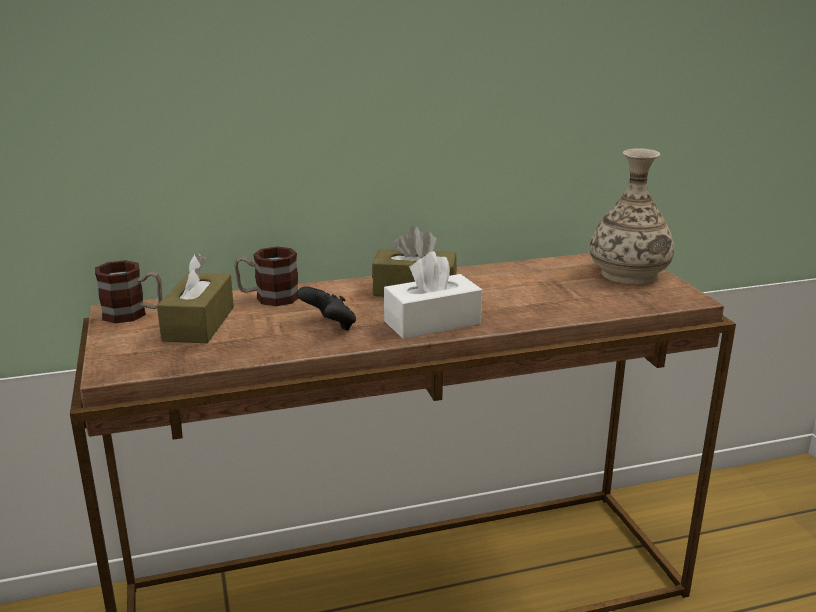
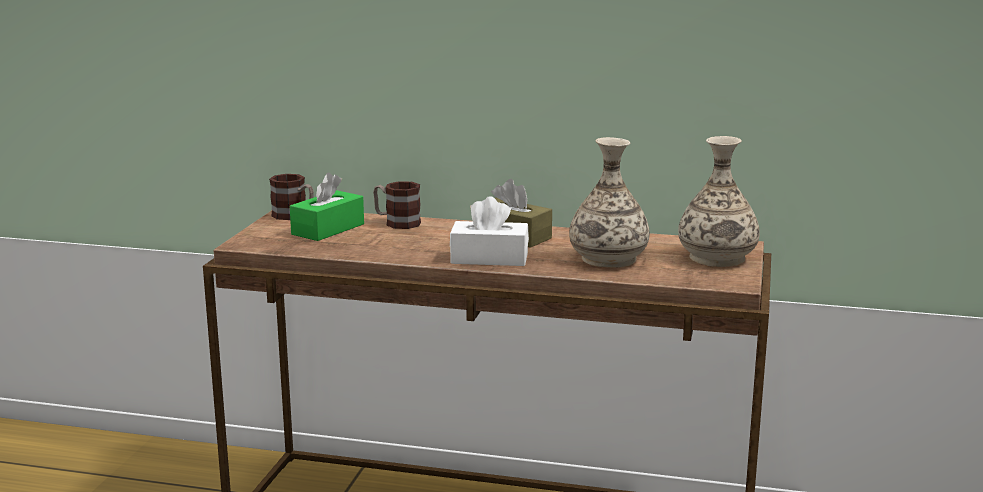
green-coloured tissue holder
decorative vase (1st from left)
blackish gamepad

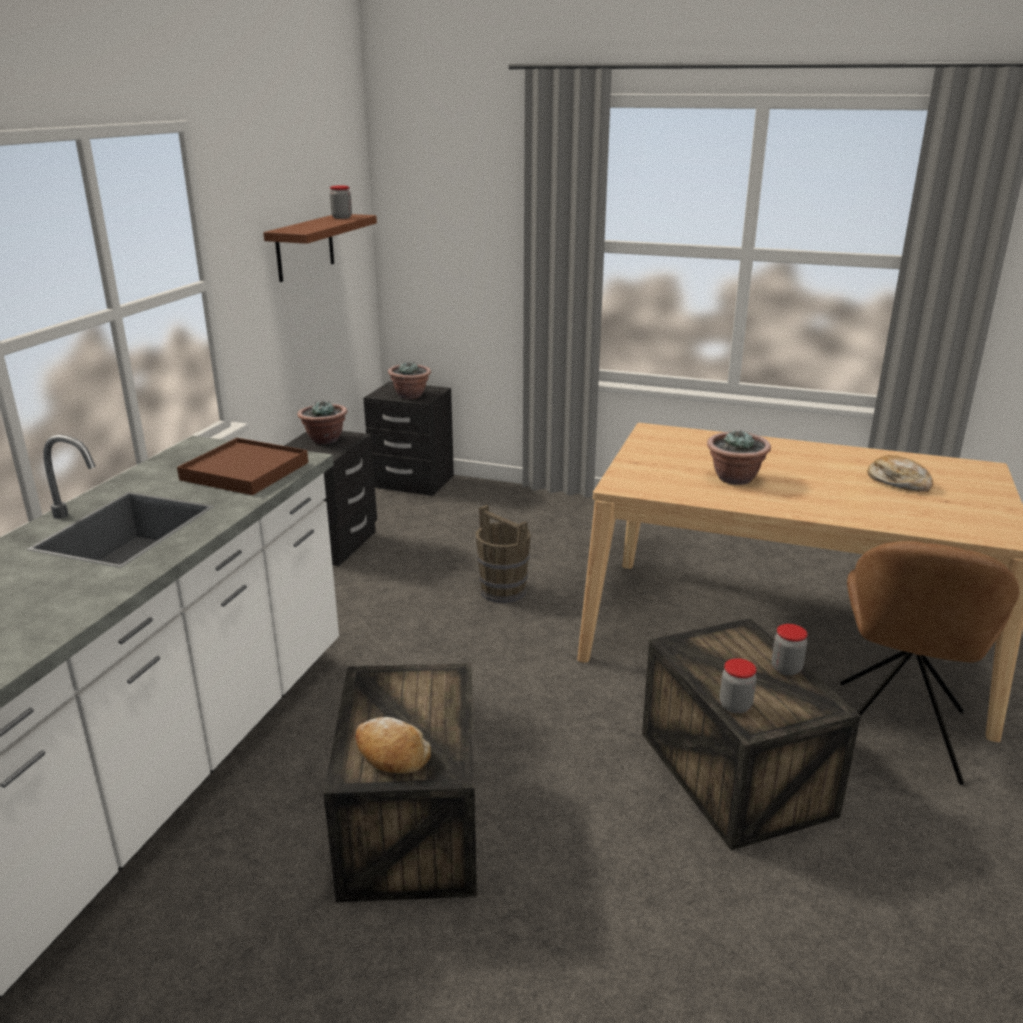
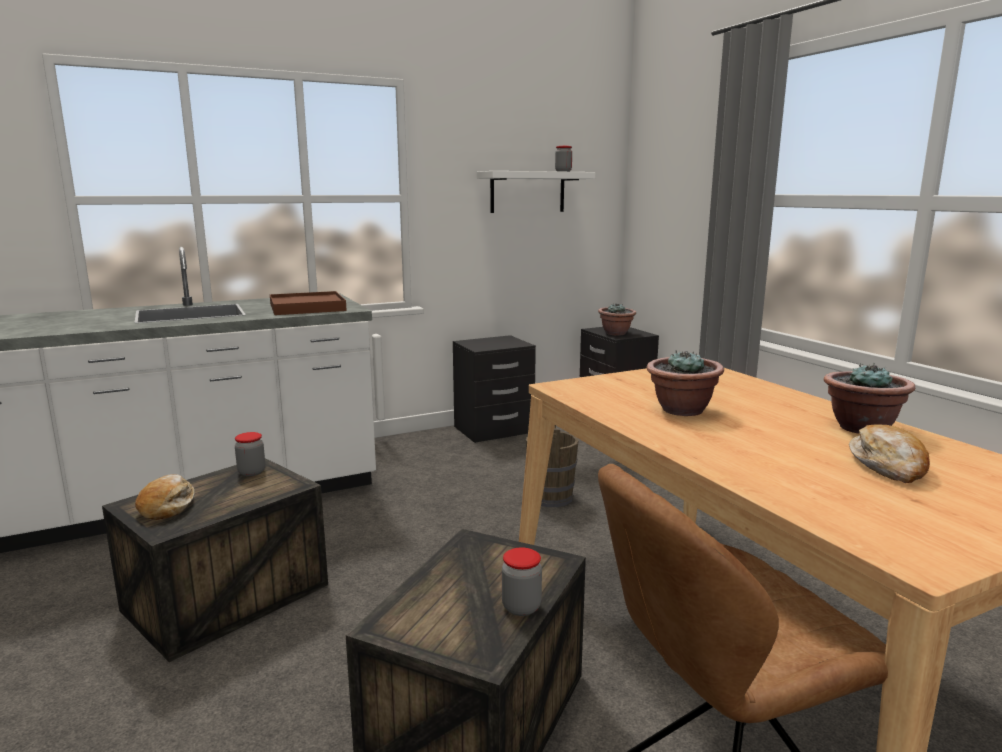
jar (1st from left)
white-coloured wall shelf
plant in a pot (3rd from left)

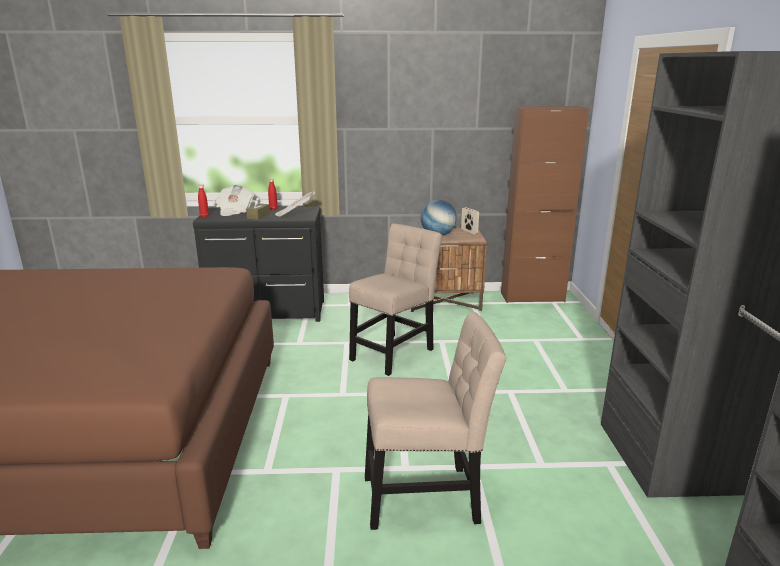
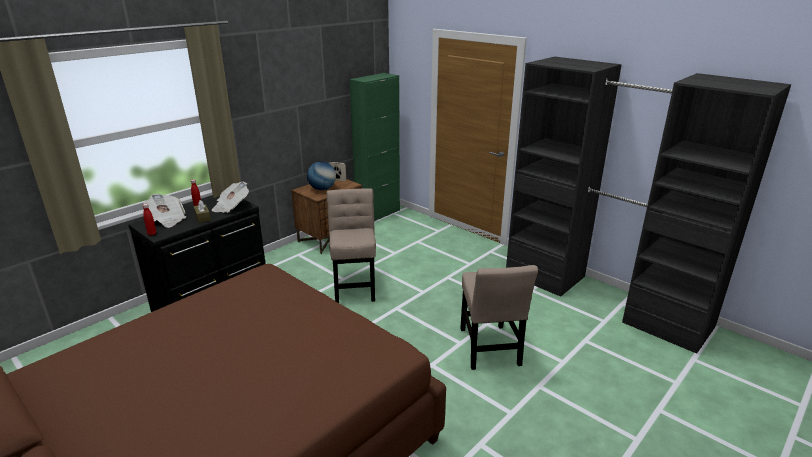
green-coloured storage cabinet
beige plain chair (2nd from left)

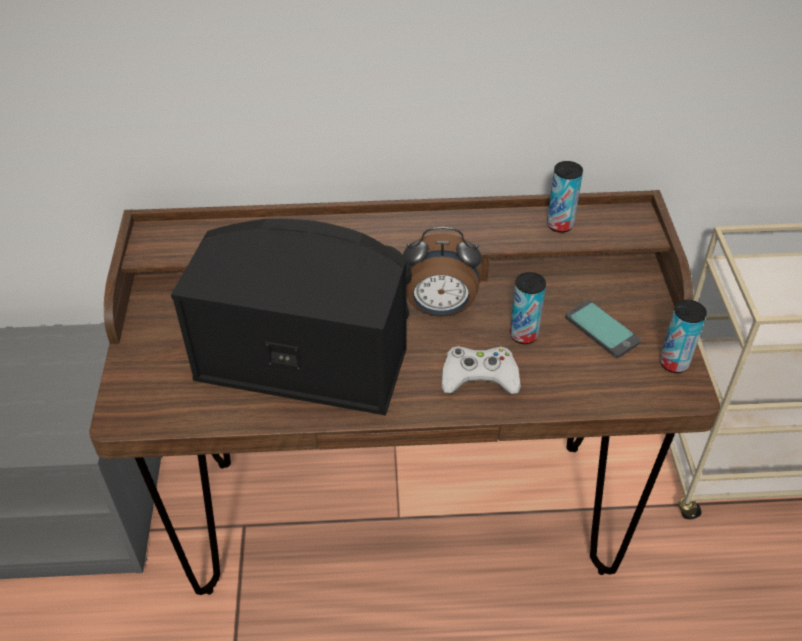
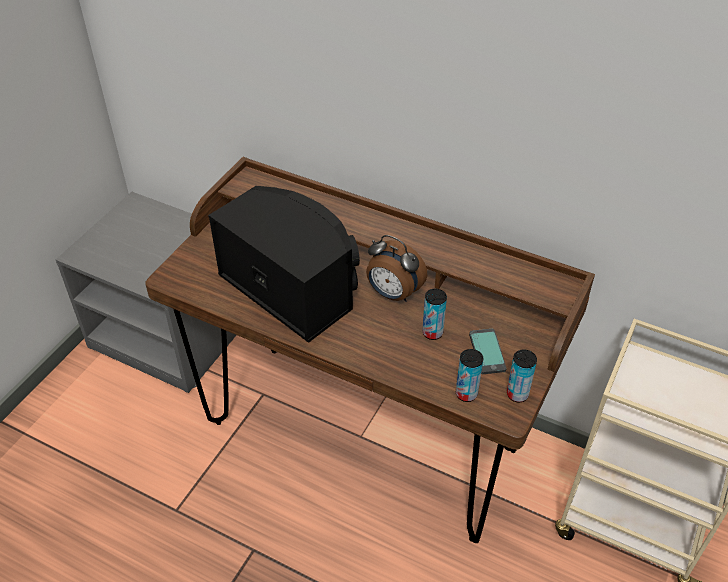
can (2nd from left)
white-coloured gamepad

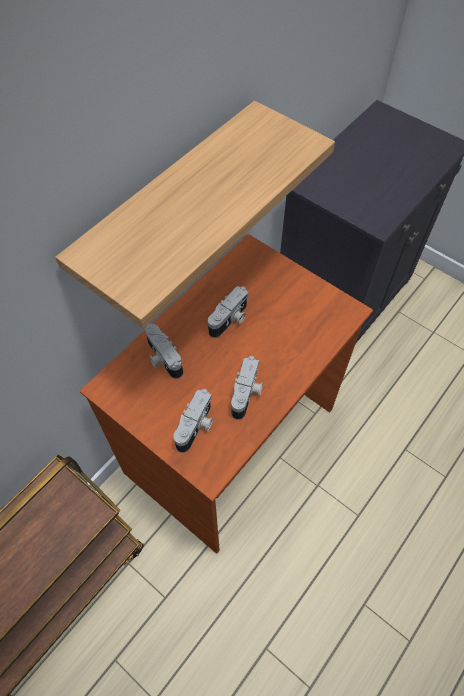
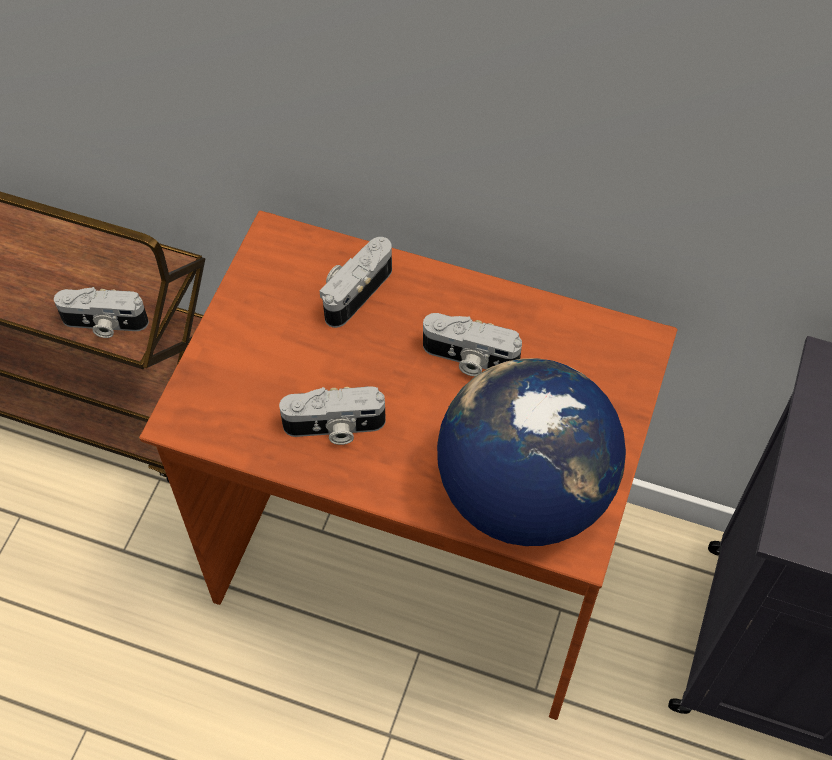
photo camera (1st from left)
globe
wall shelf

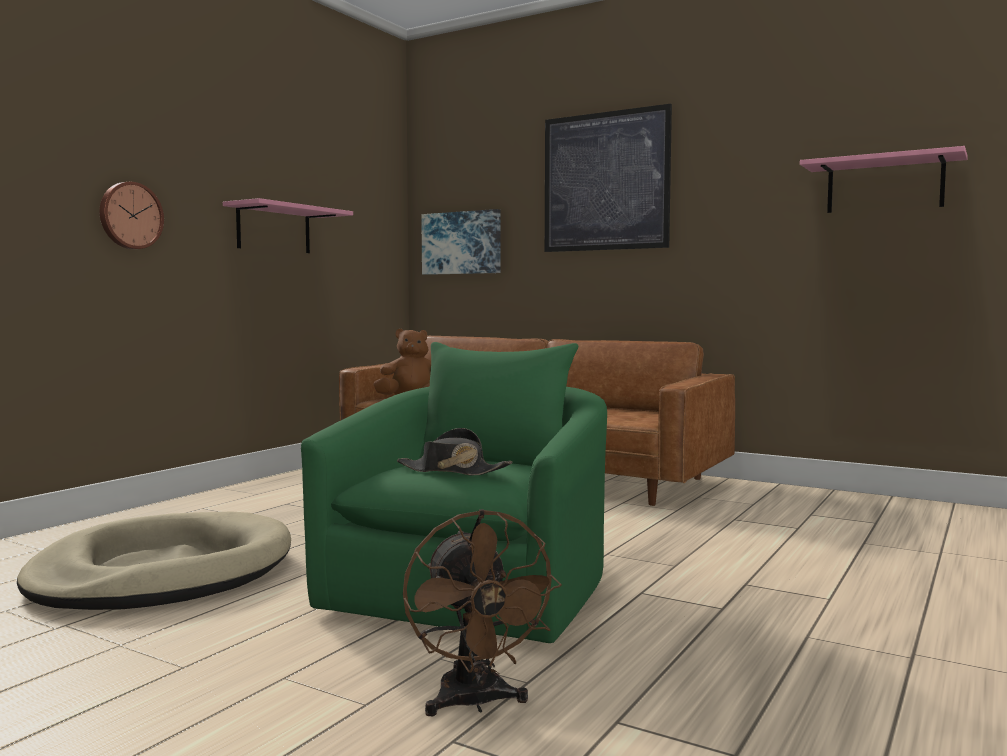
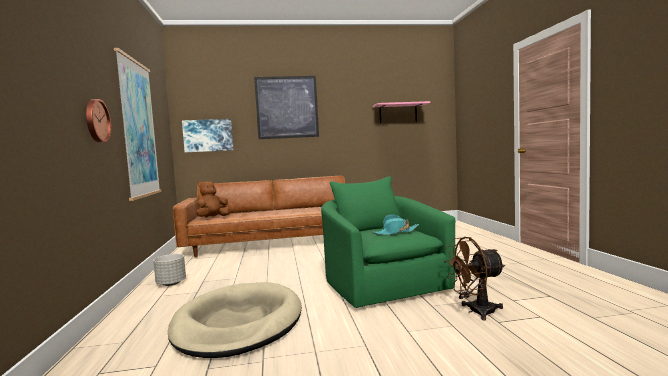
wall art (1st from left)
grey flower pot
blue-green hat
brown-coloured electric fan

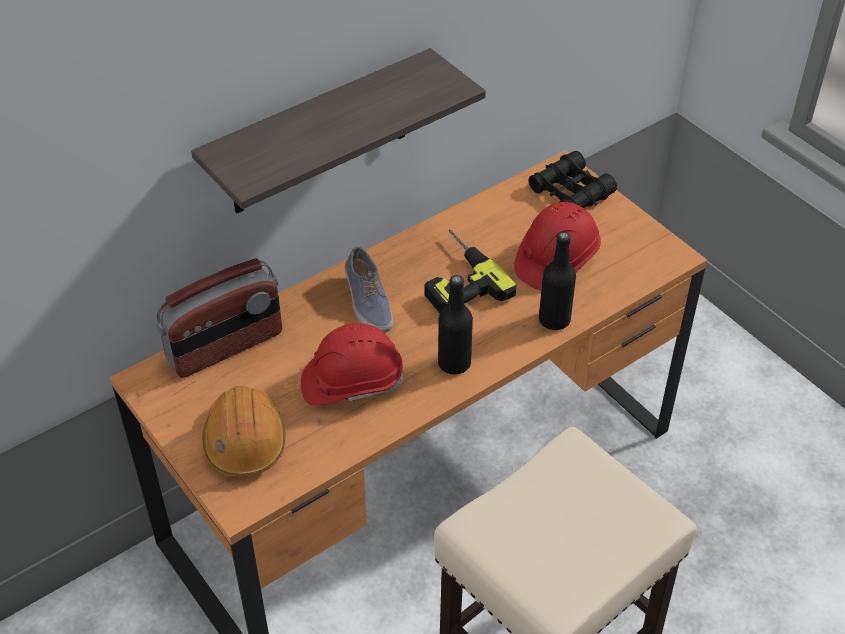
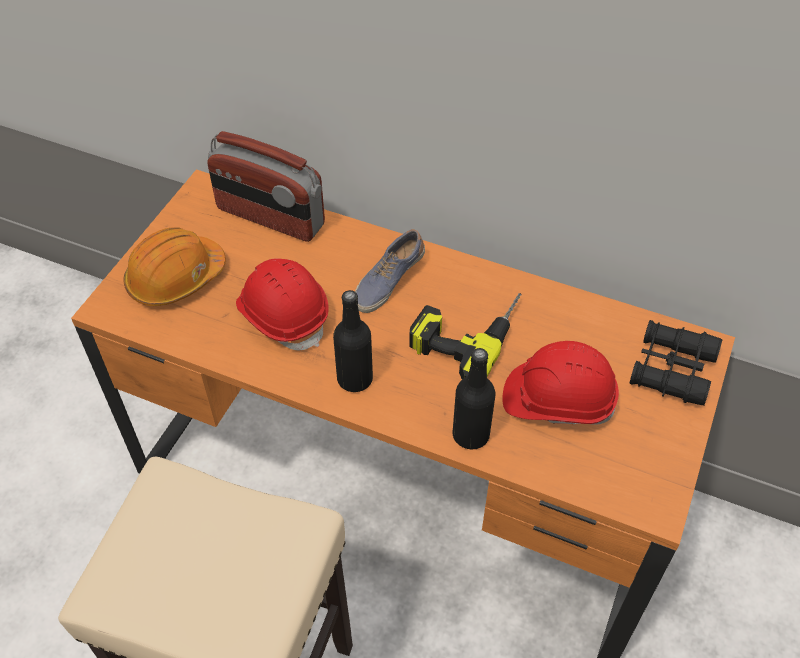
wall shelf

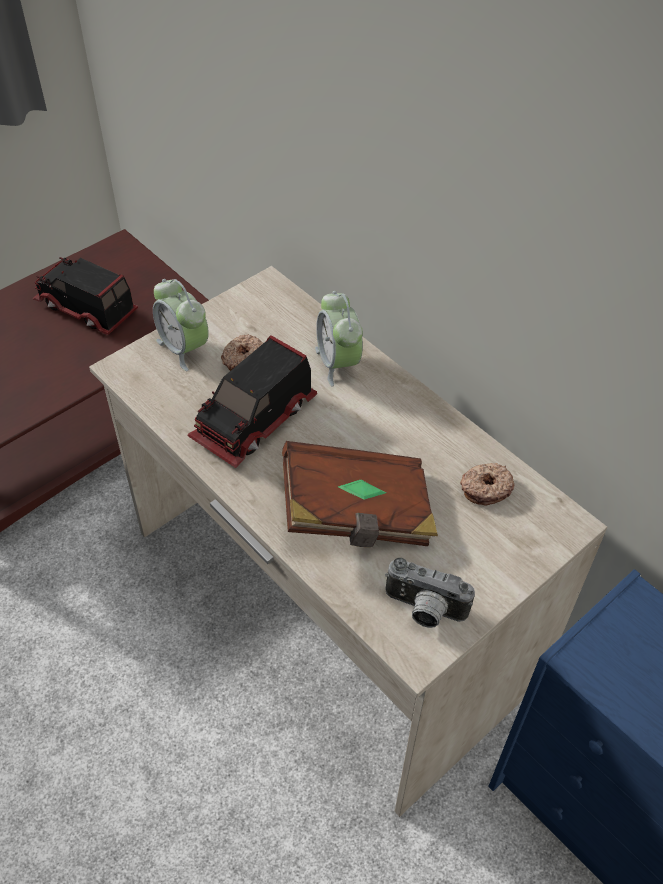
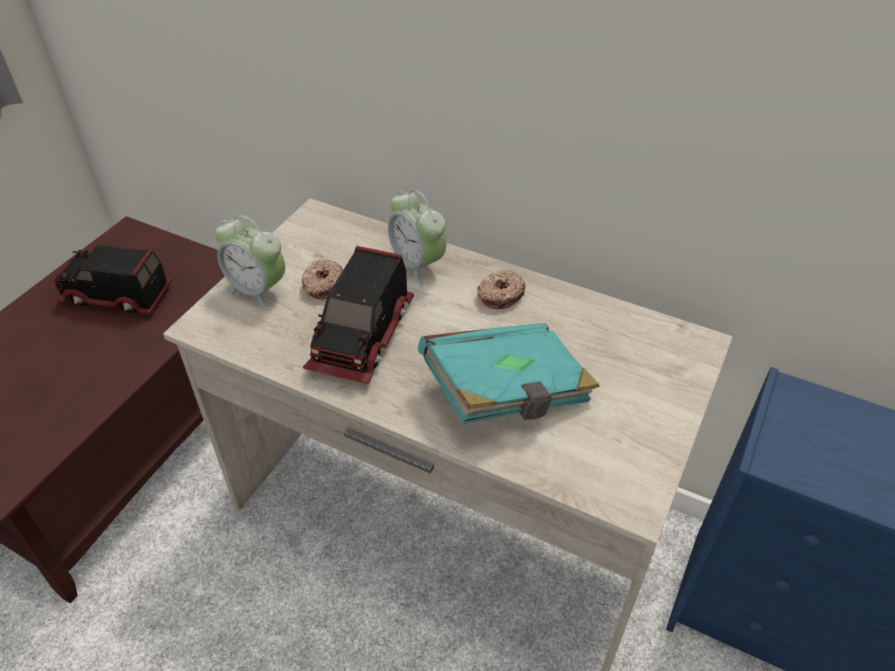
blue-green volume
ring doughnut (2nd from left)
photo camera

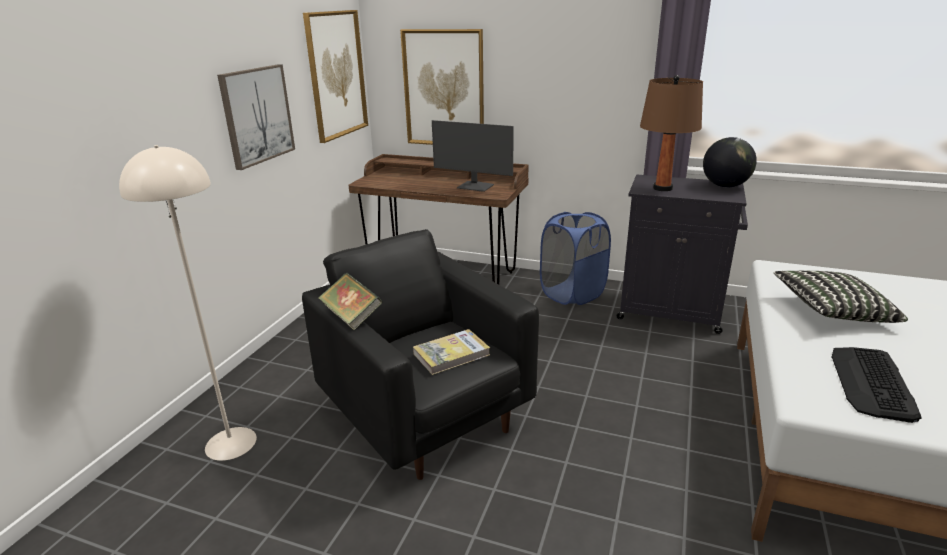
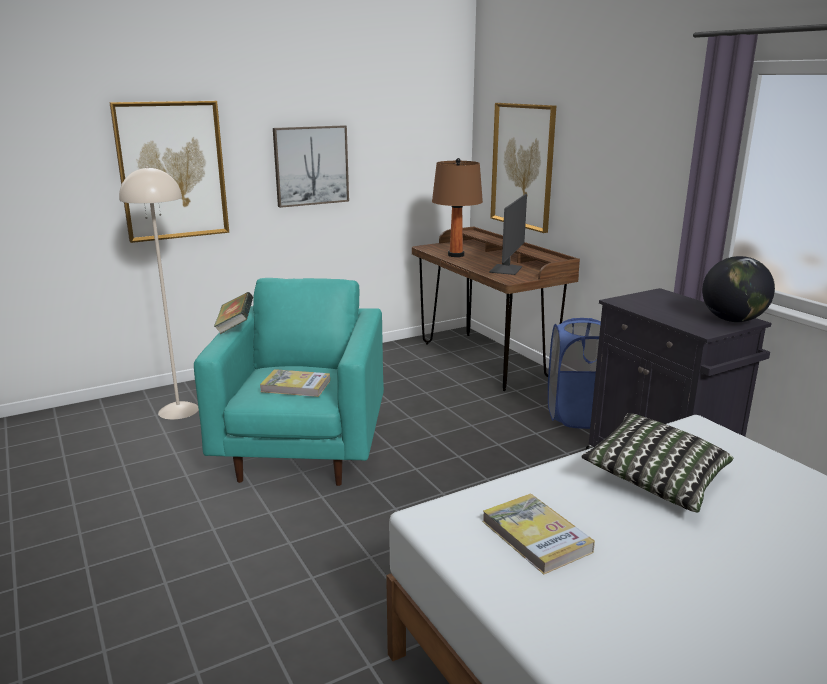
wall art (1st from left)
blue-green easy chair
brown-coloured table lamp
volume (3rd from left)
monitor

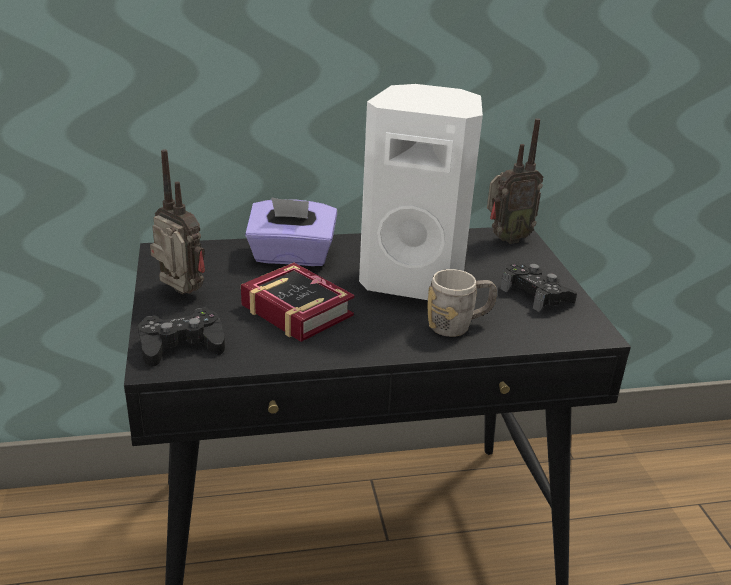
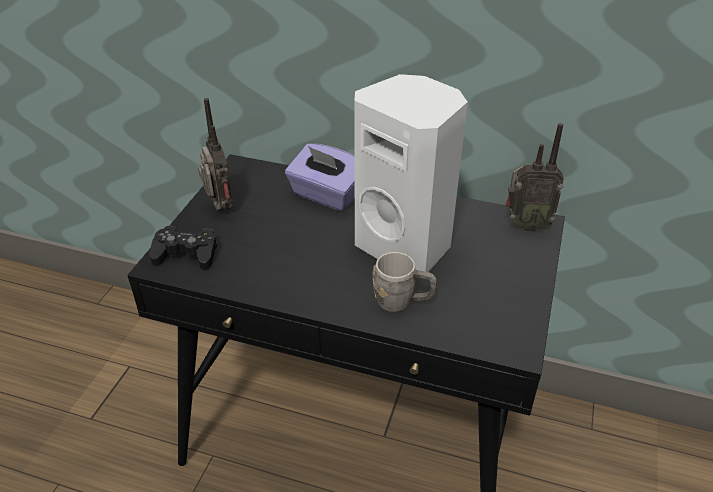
volume
blackish gamepad (2nd from left in the first image)

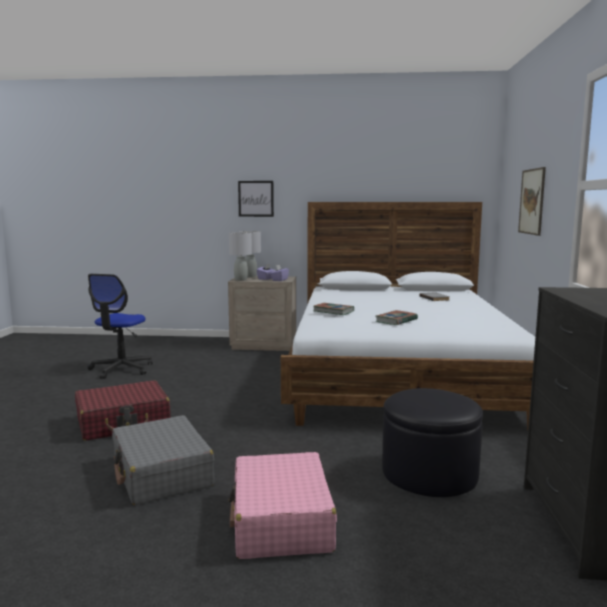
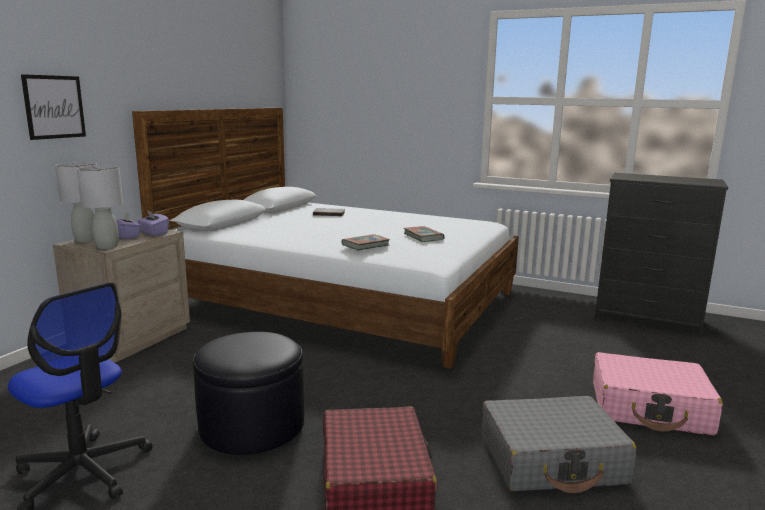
blackish footrest
wall art (2nd from left in the first image)

